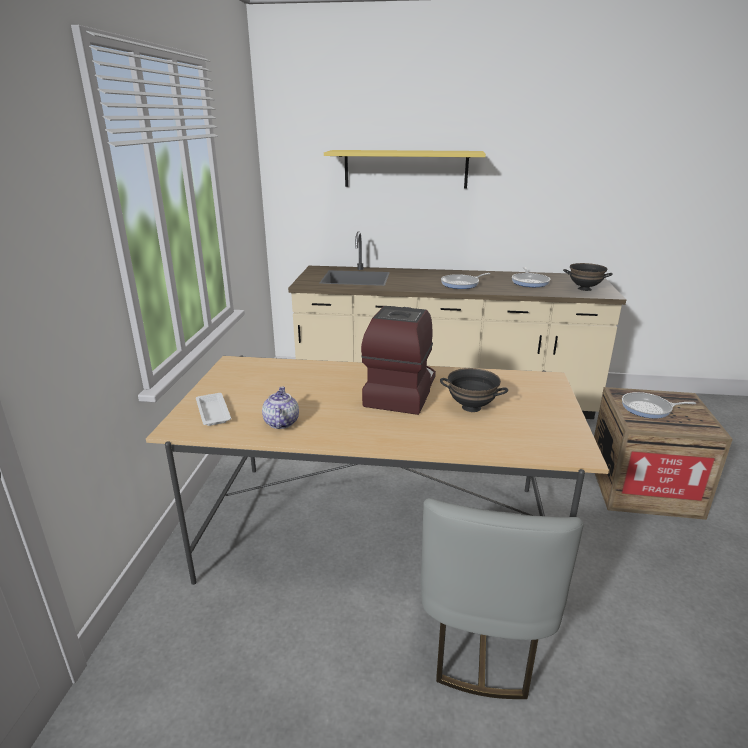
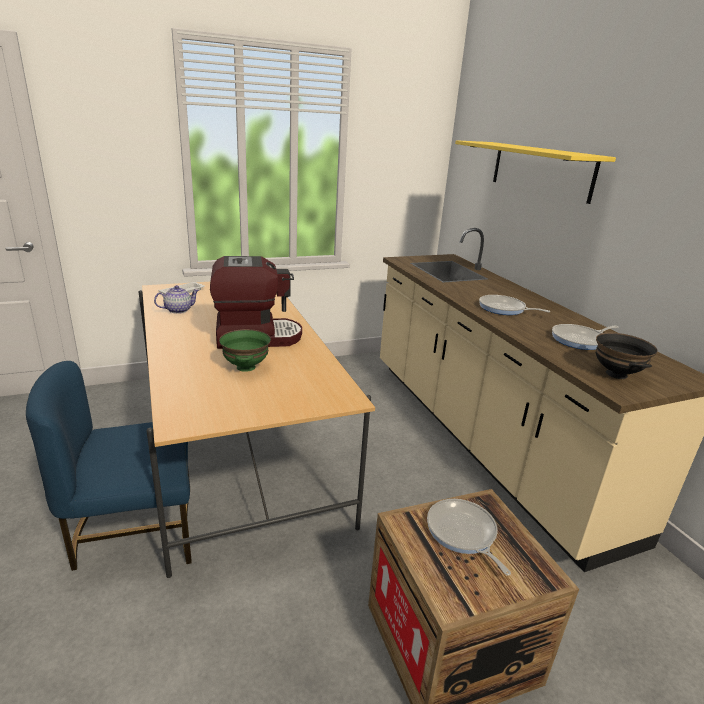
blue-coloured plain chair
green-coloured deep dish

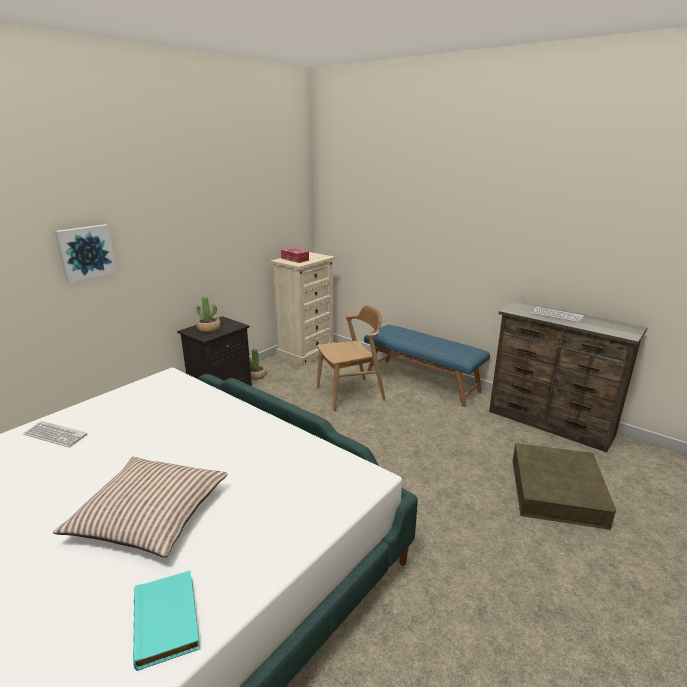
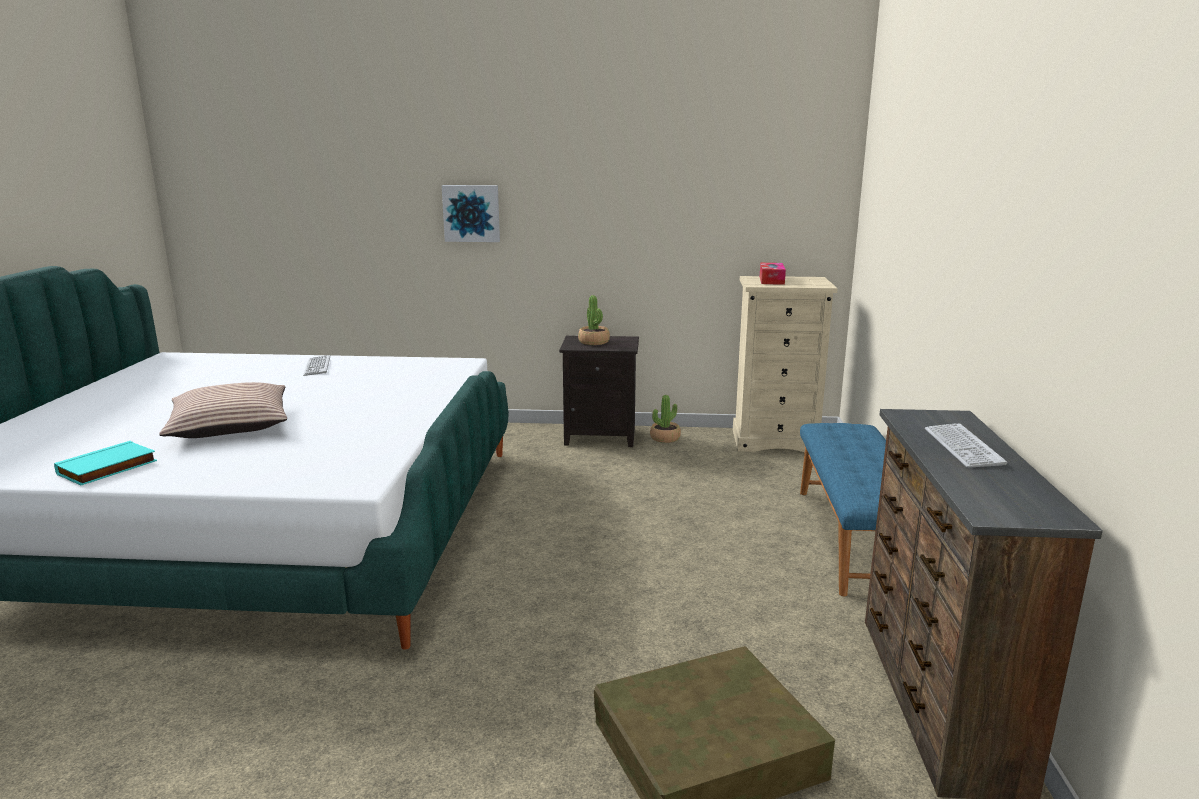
brown-coloured plain chair

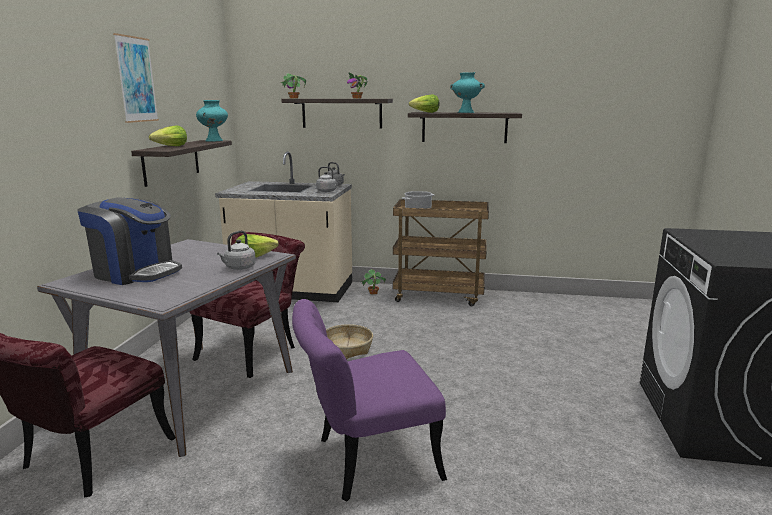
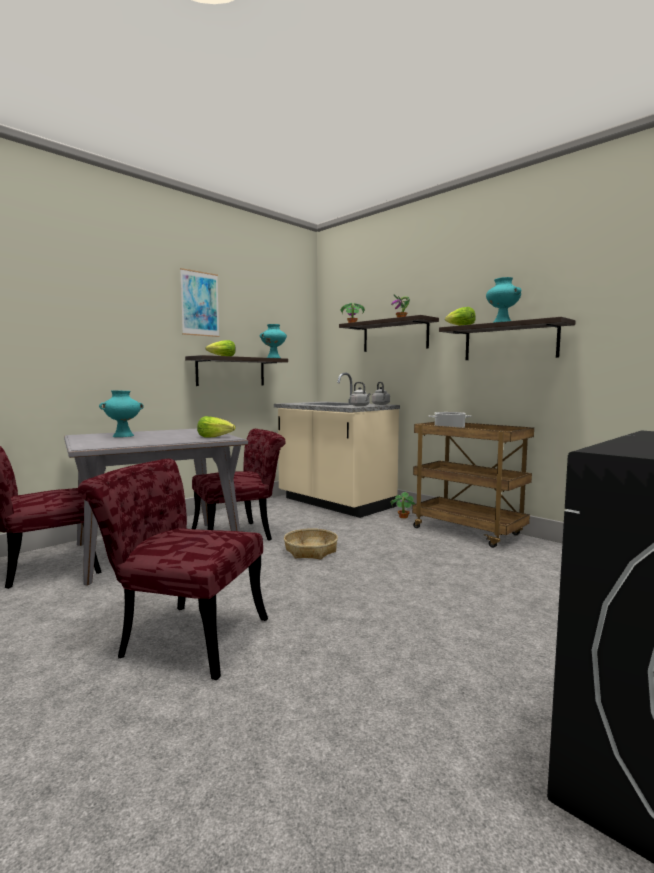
red plain chair (2nd from left)
blue-green decorative vase (1st from left)
grey tea kettle (1st from left in the first image)

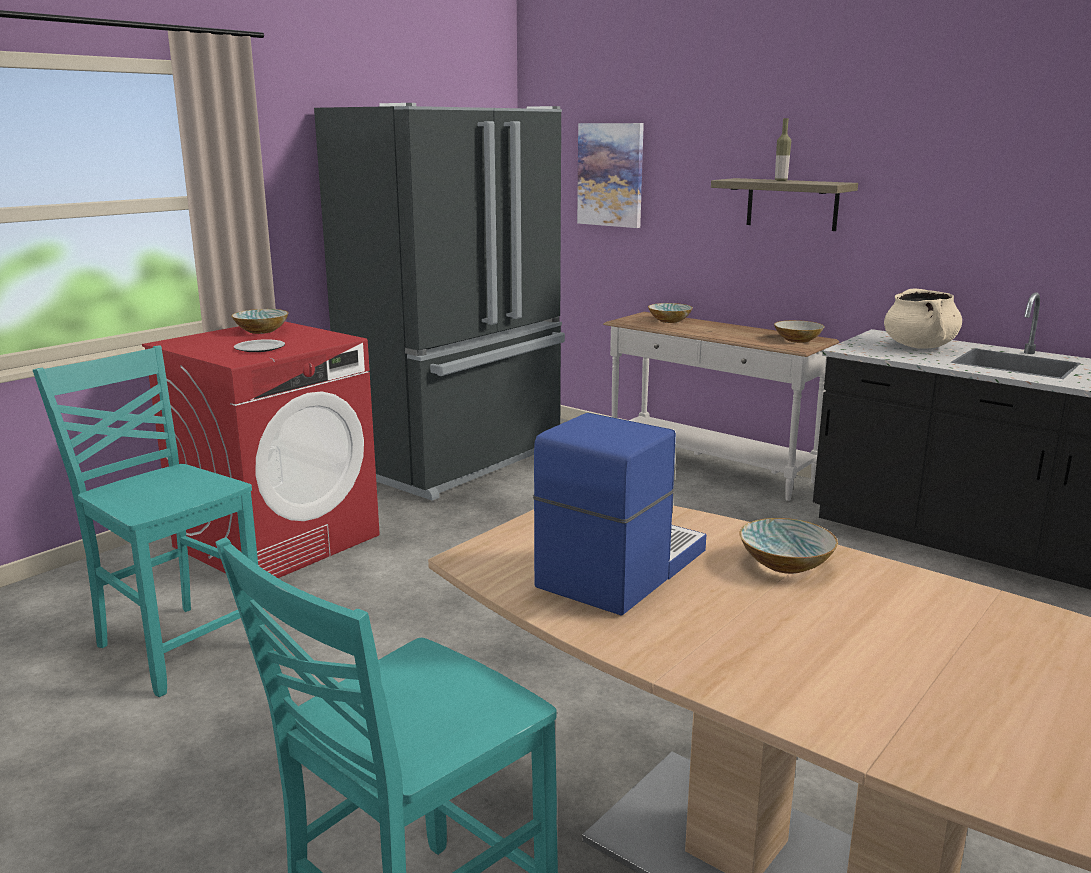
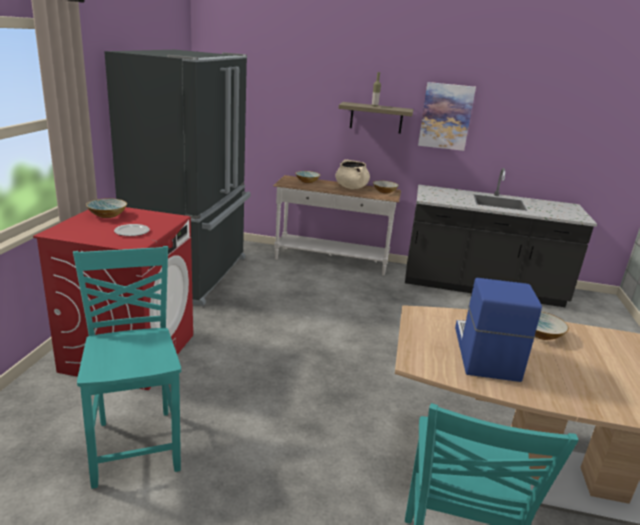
blue-green plain chair (1st from left)
beige stockpot
wall art

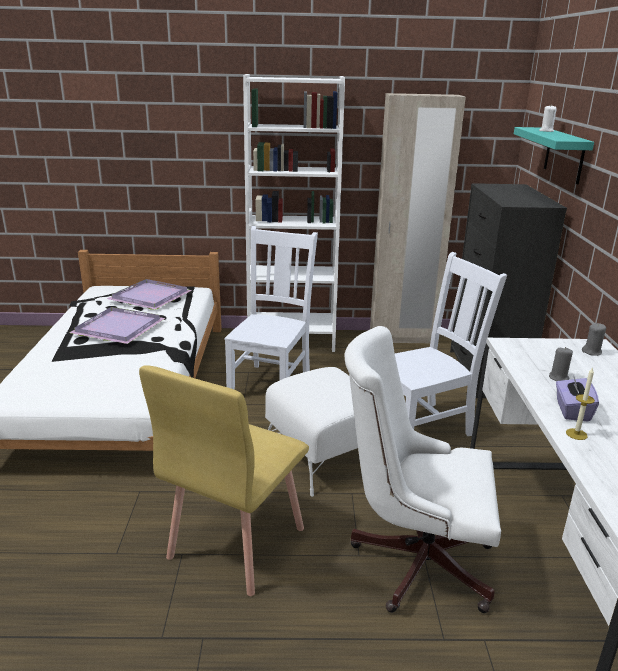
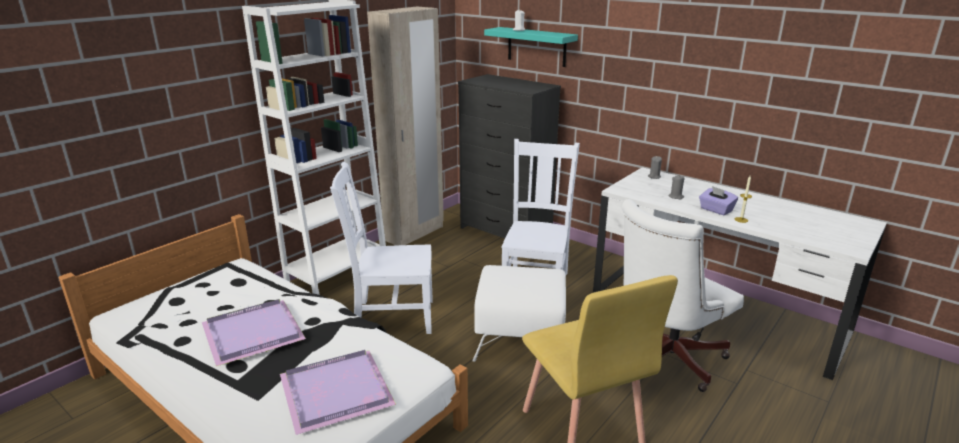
purple tray (2nd from left)
white-coloured plain chair (1st from left)

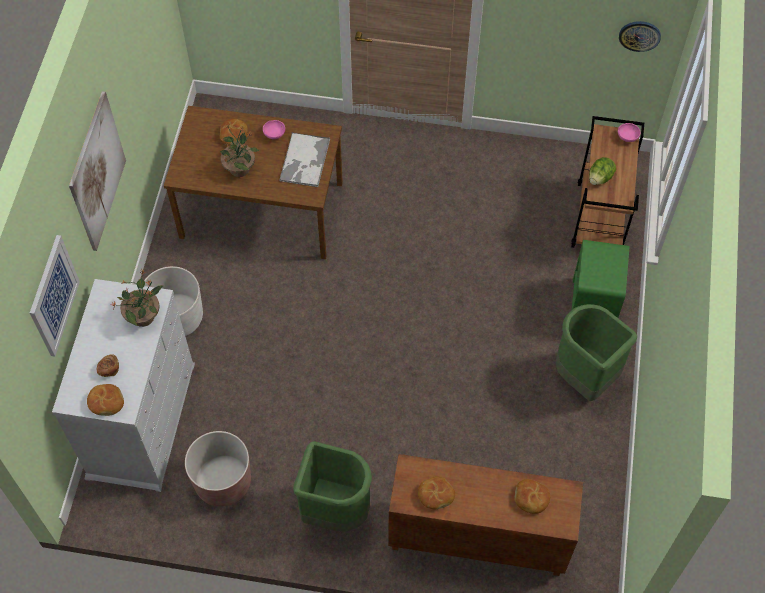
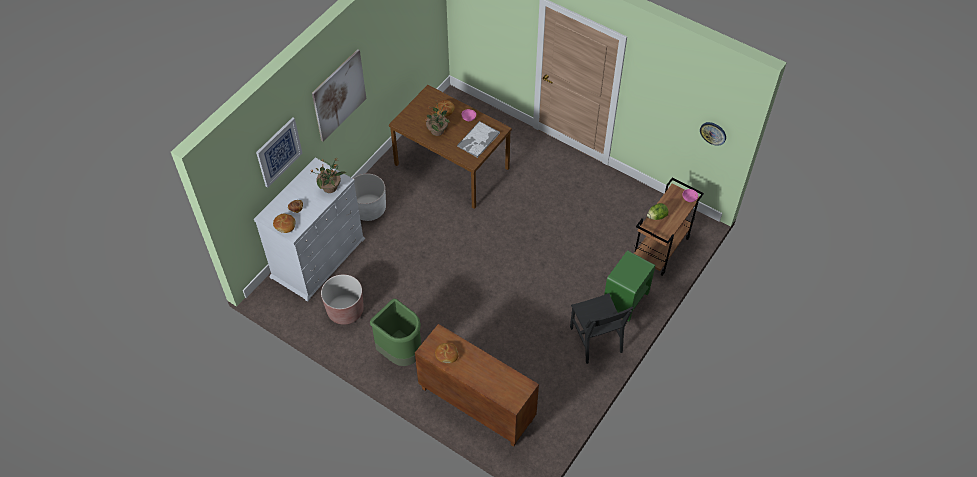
blackish plain chair
bread (5th from left in the first image)

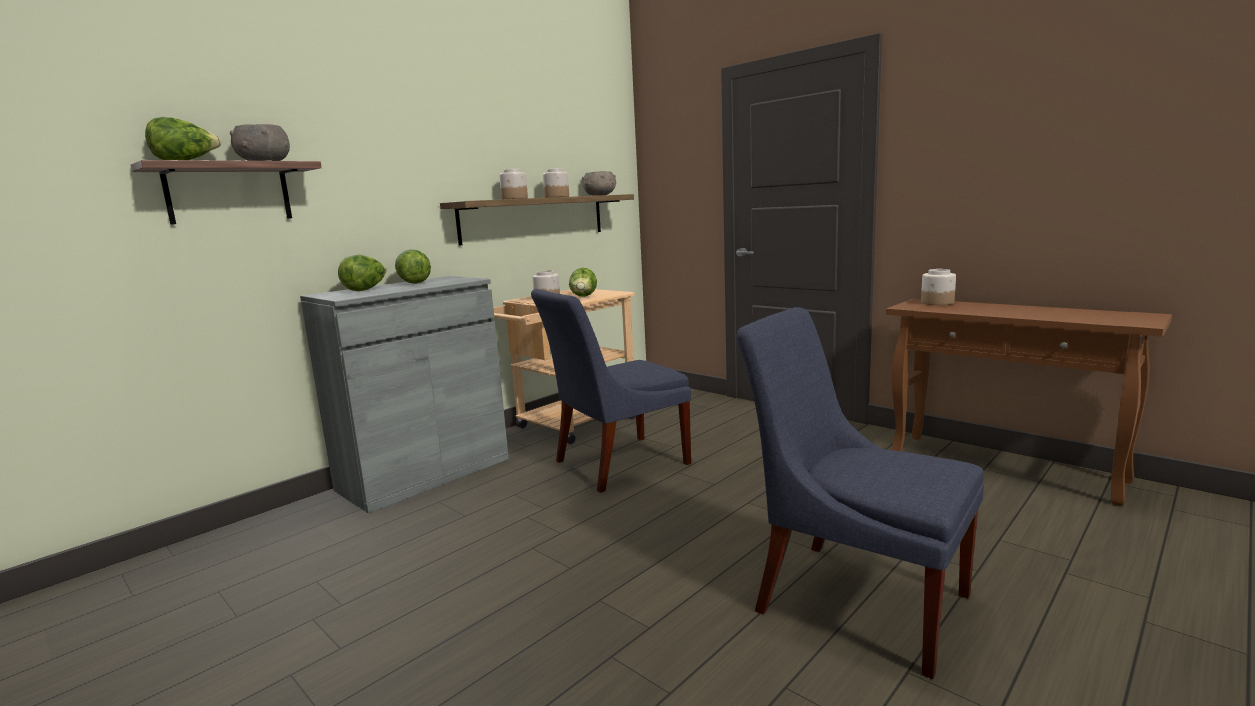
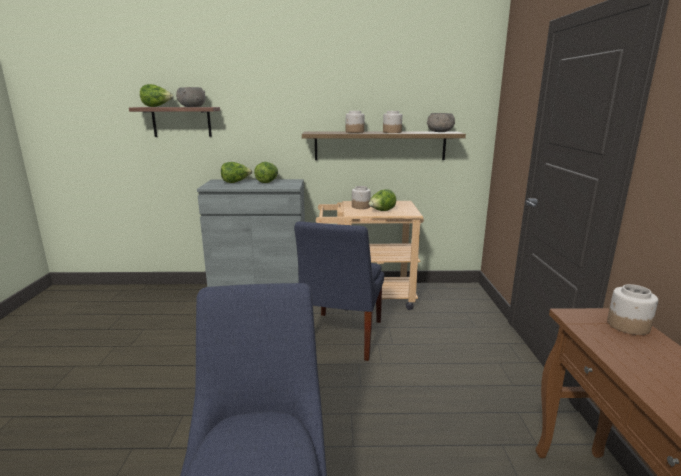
blue-coloured plain chair (2nd from left)

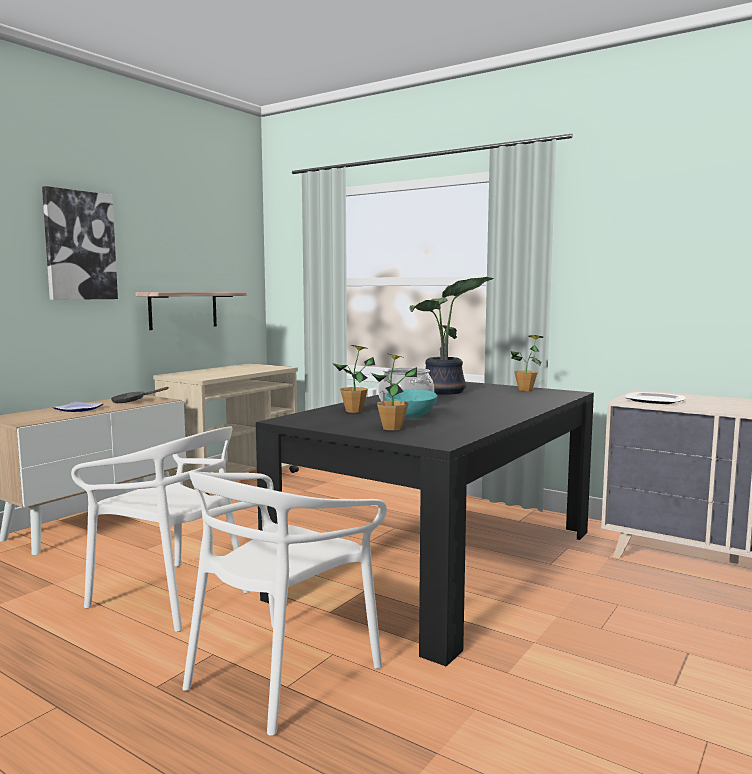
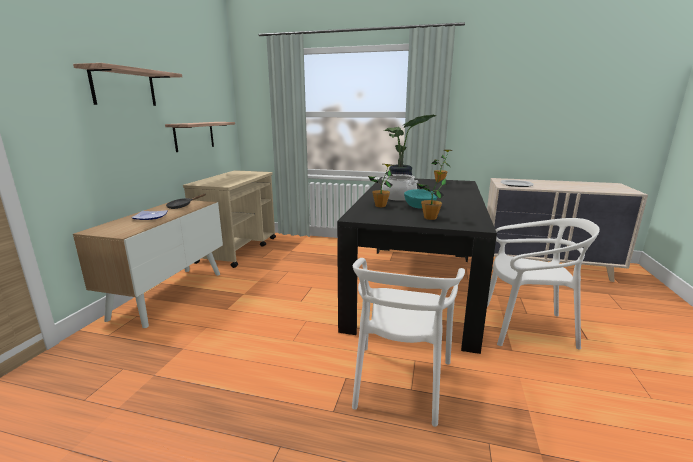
wall shelf (1st from left)
white-coloured plain chair (2nd from left)

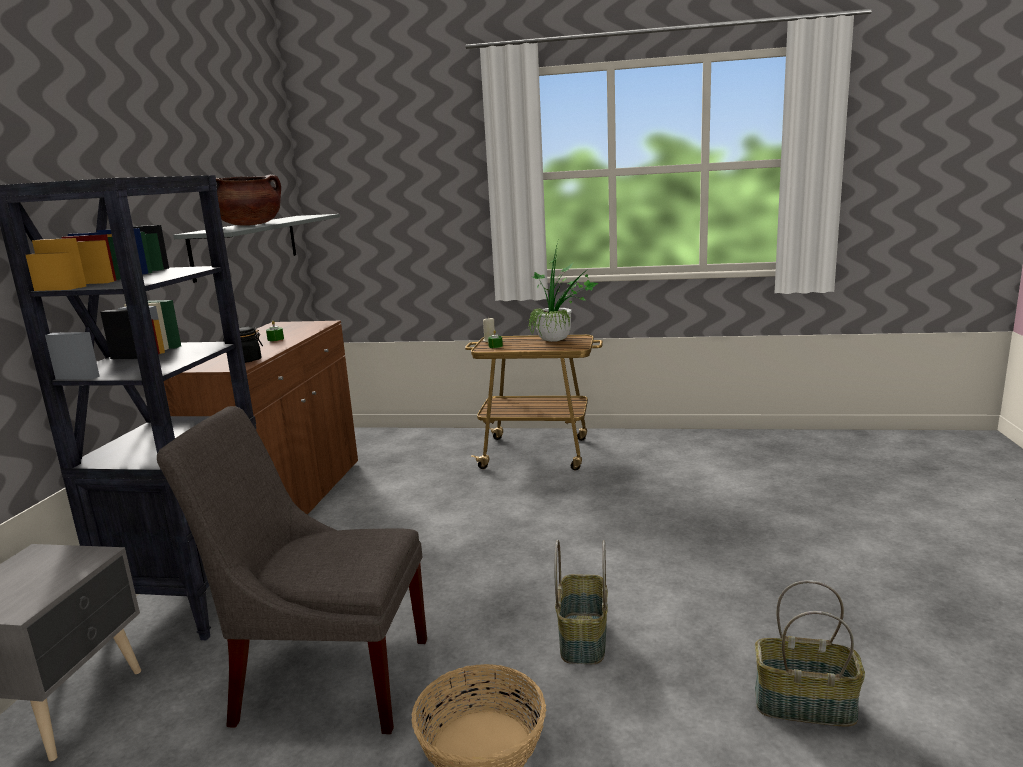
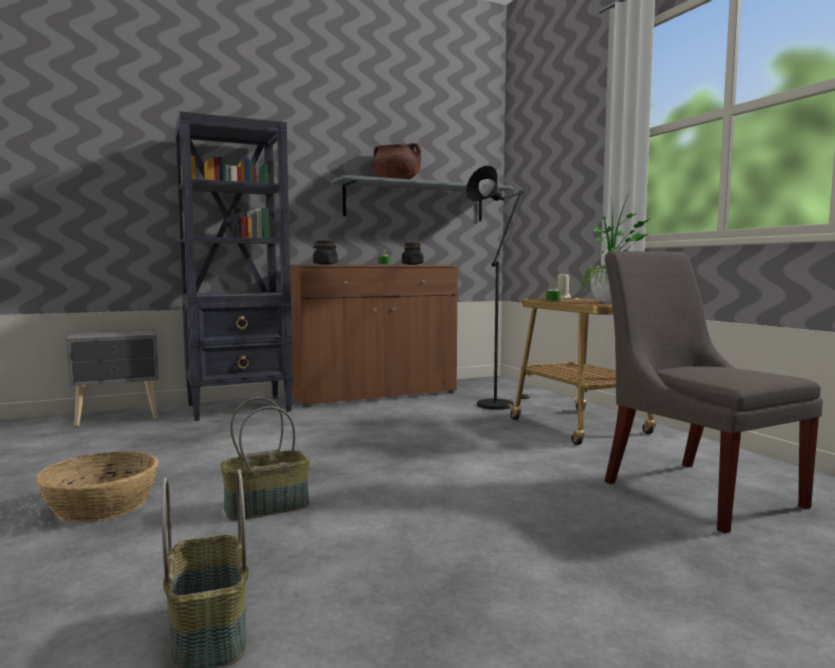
blackish jar (2nd from left)
blackish standard lamp
grey plain chair

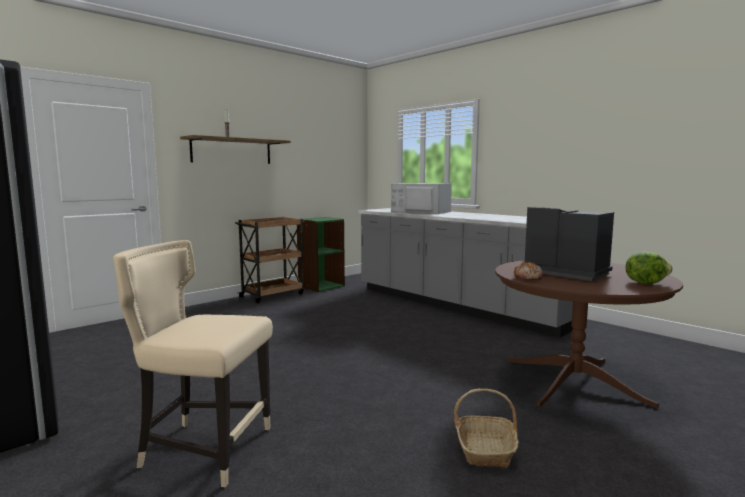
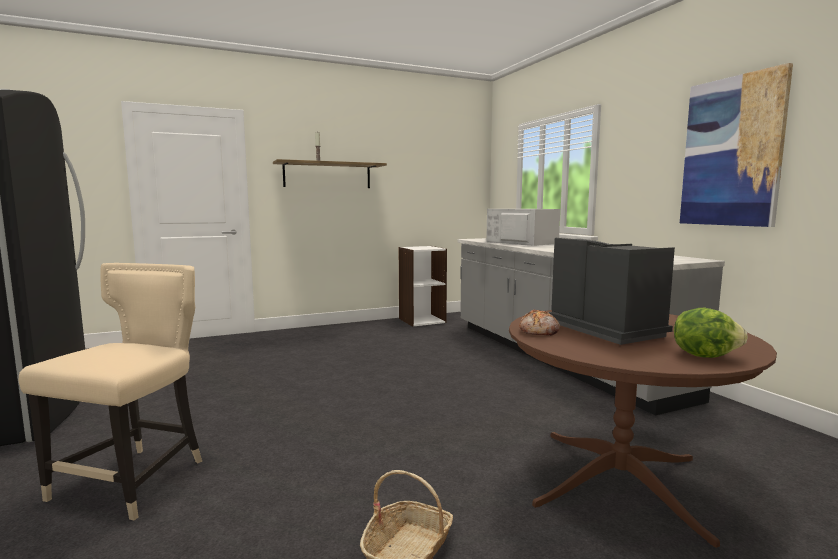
beige plain chair
white-coloured bookshelf
wall art
brown-coloured wheeled cart

